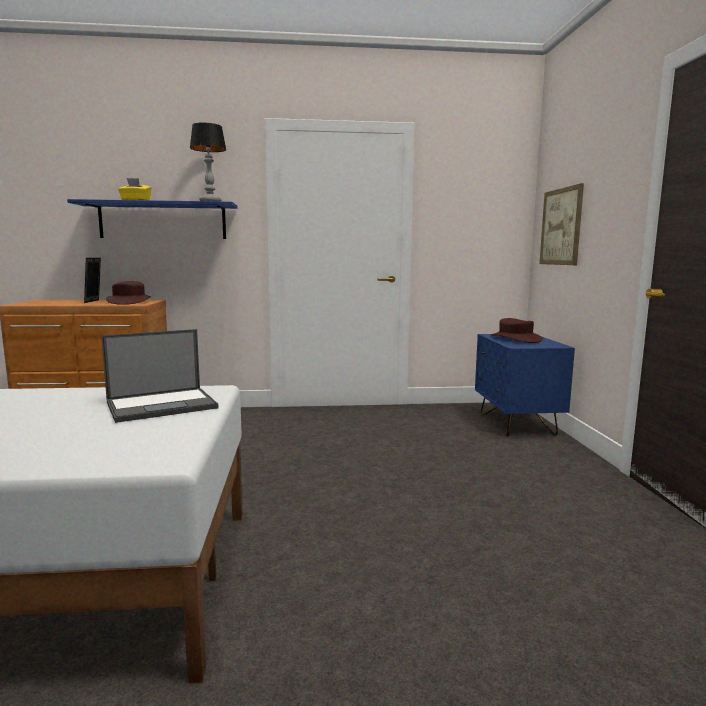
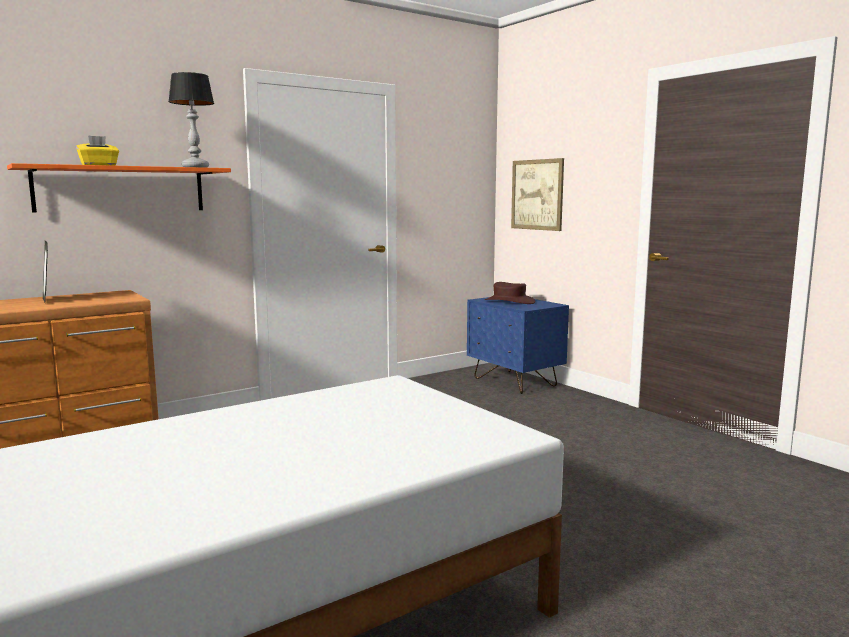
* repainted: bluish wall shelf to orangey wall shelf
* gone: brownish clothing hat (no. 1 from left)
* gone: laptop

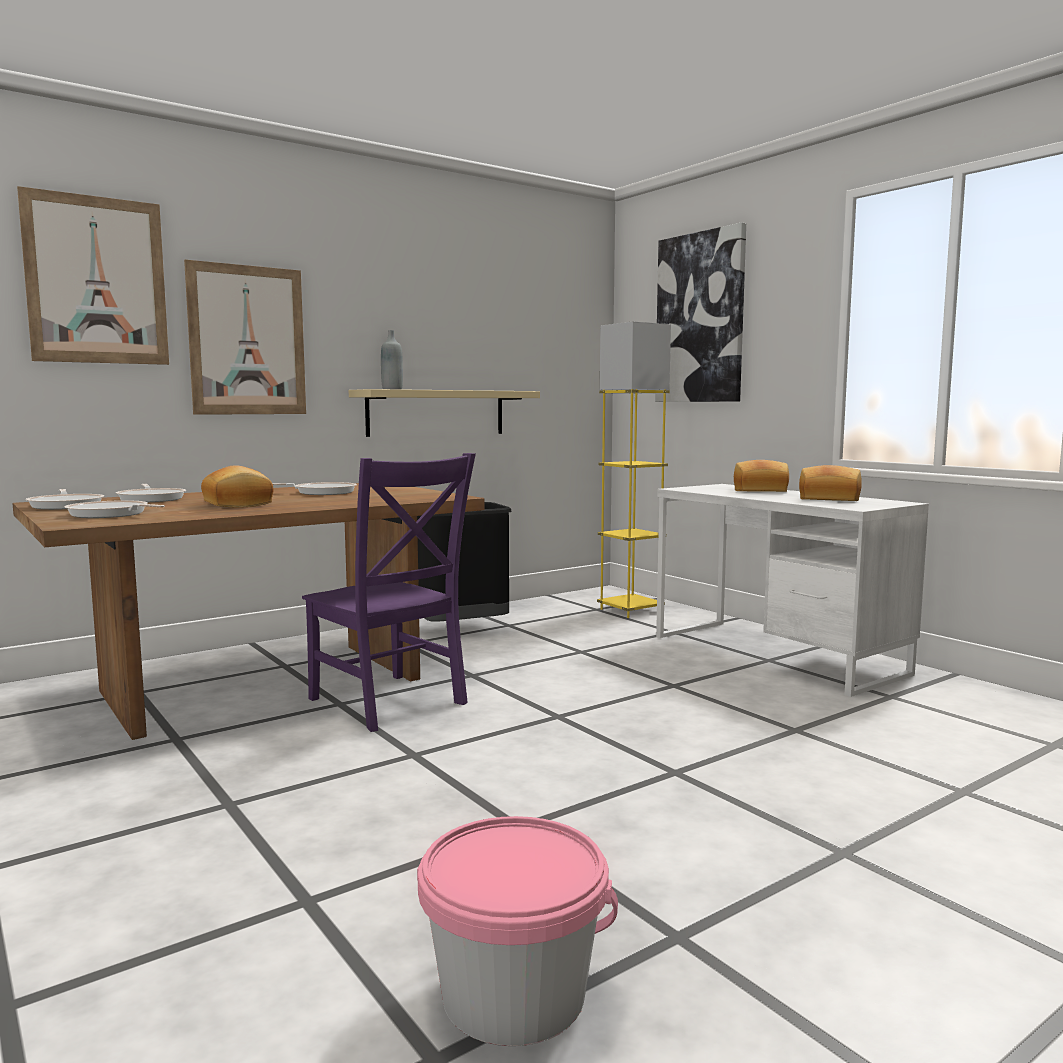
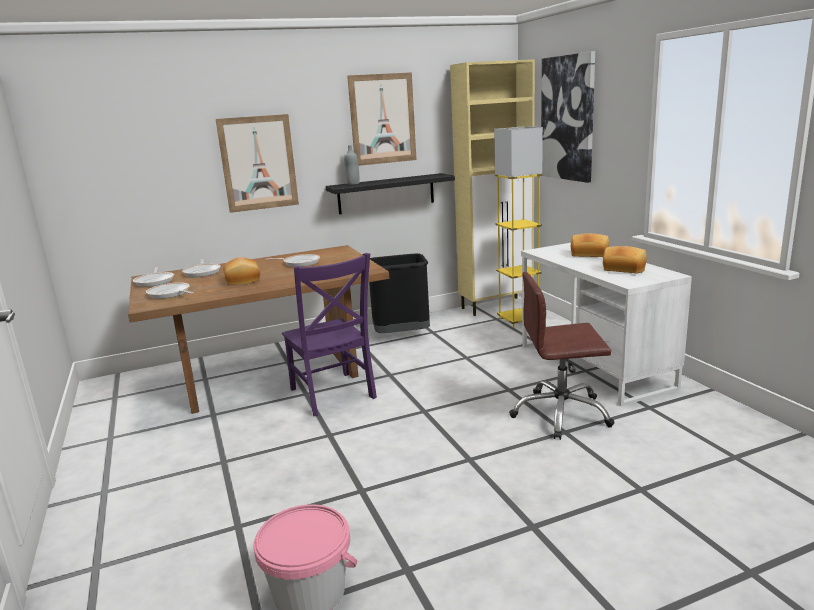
* shifted: wall picture (no. 1 from left in the first image) to wall picture (no. 2 from left)
* repainted: sand-coloured wall shelf to blackish wall shelf
* new: sand-coloured storage cabinet
* new: brownish computer chair

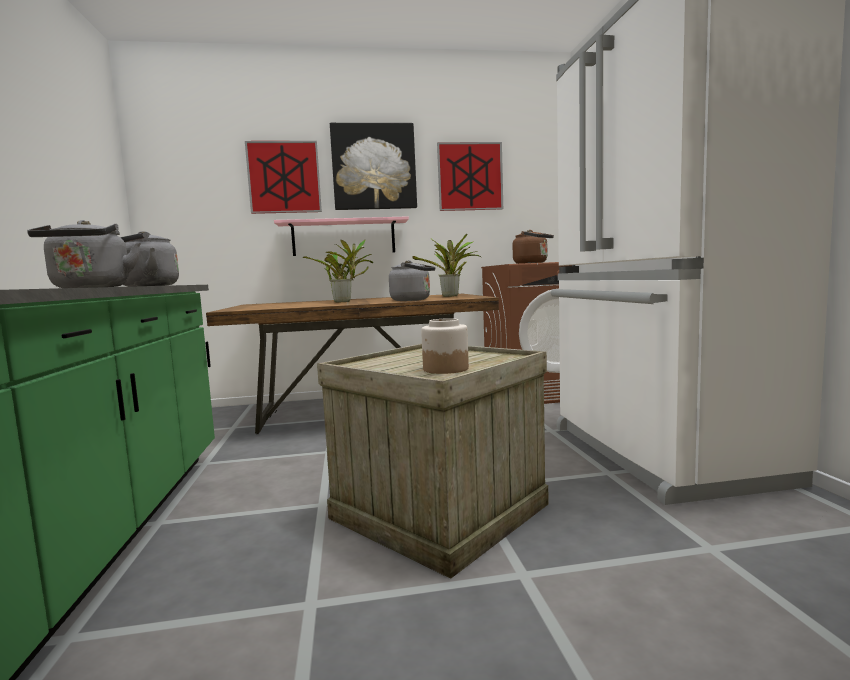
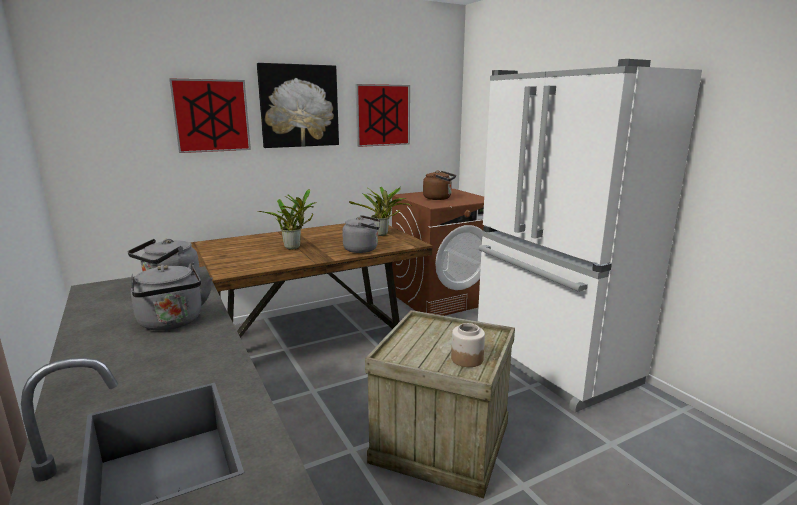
* gone: pink wall shelf

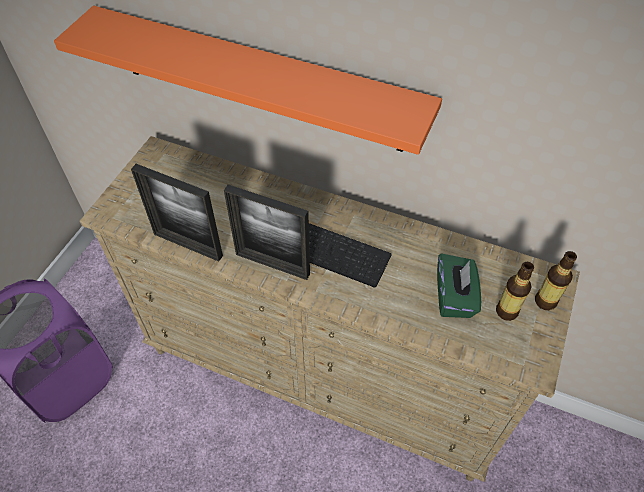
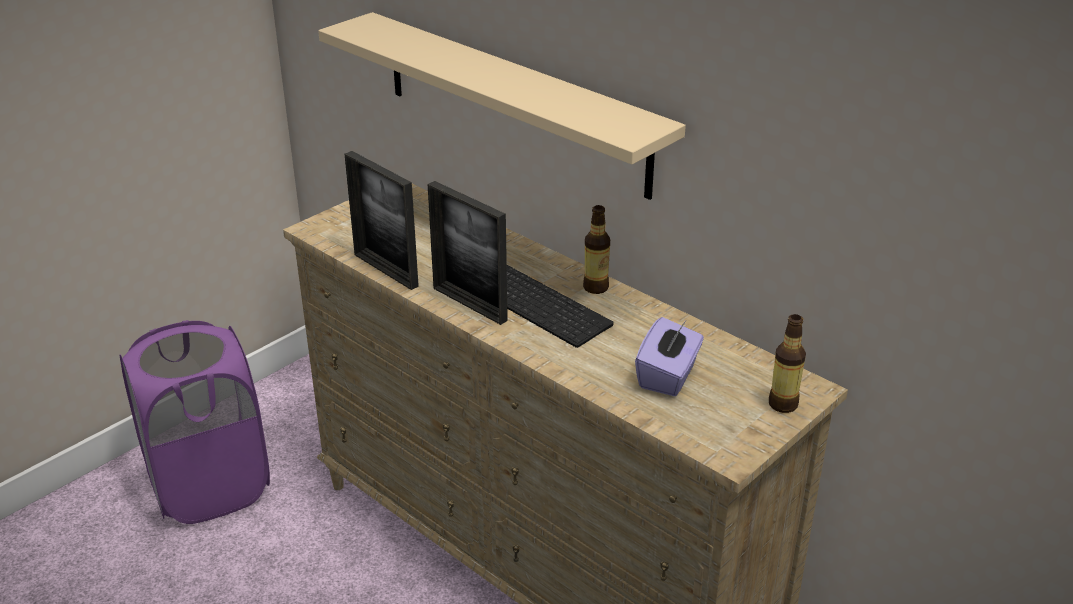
* repainted: orangey wall shelf to sand-coloured wall shelf
* repainted: greenish box of tissues to purplish box of tissues
* shifted: beverage bottle (no. 1 from left)

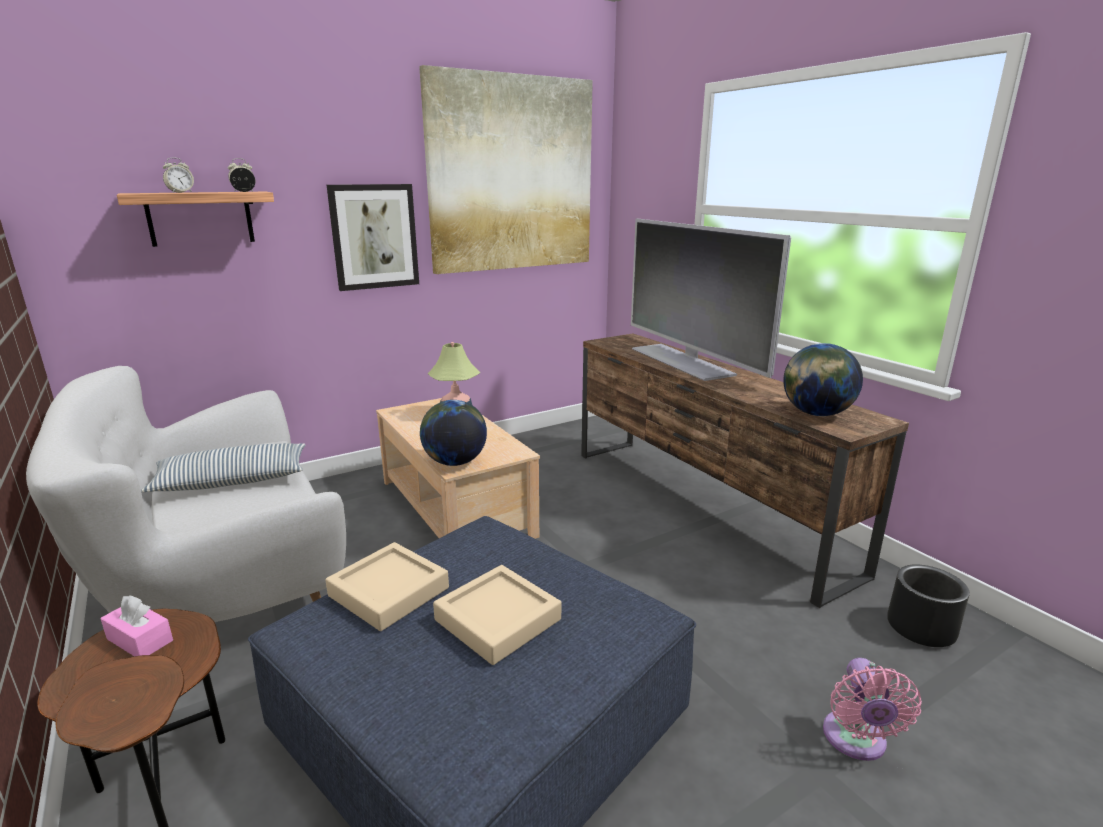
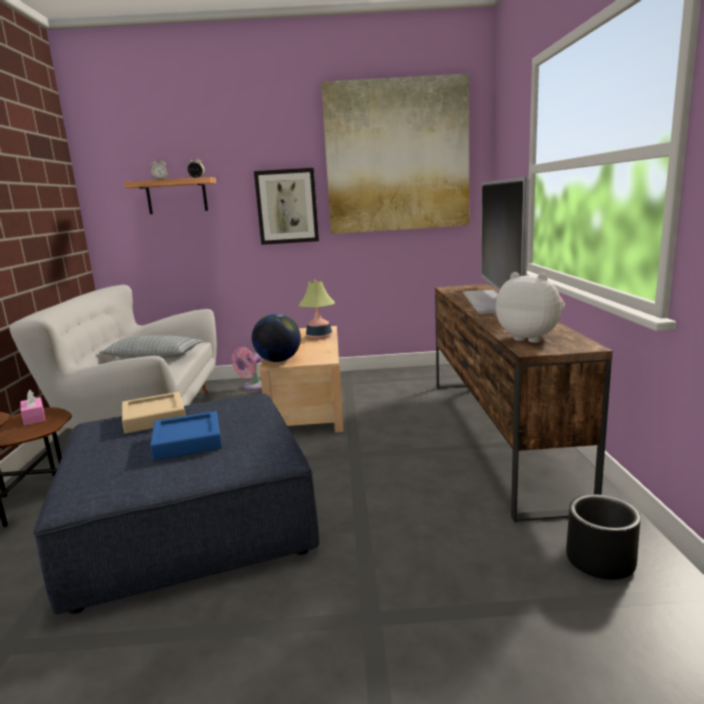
* swapped: desk globe (no. 2 from left) to cuddly toy
* repainted: sand-coloured tray (no. 2 from left) to bluish tray
* shifted: pink fan

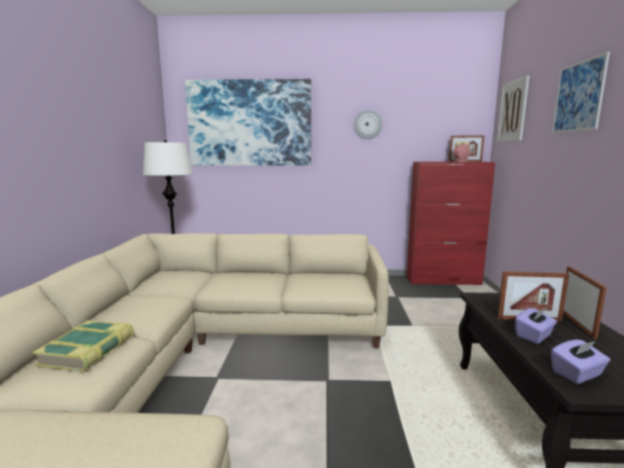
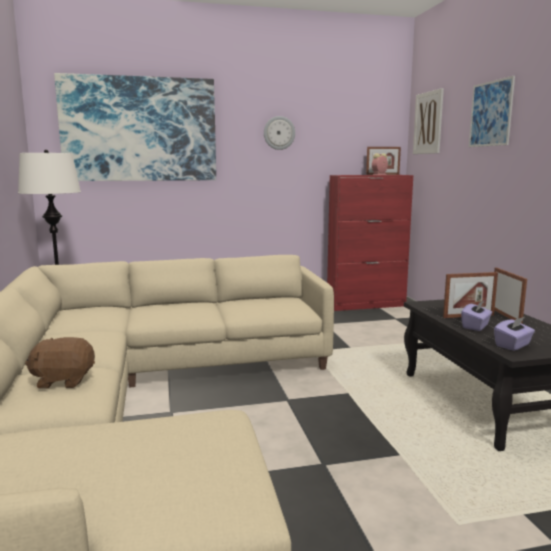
* swapped: volume to brownish cuddly toy

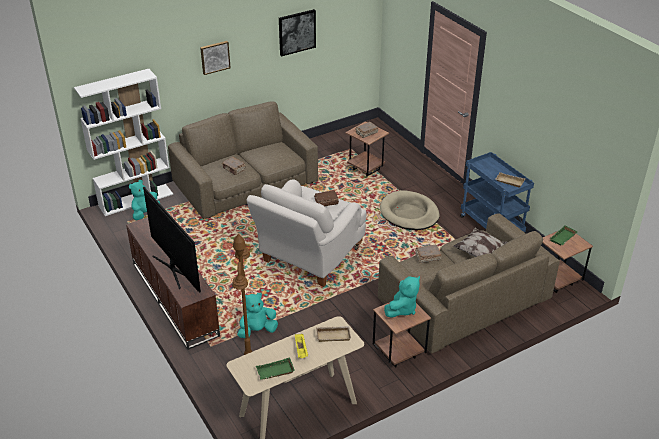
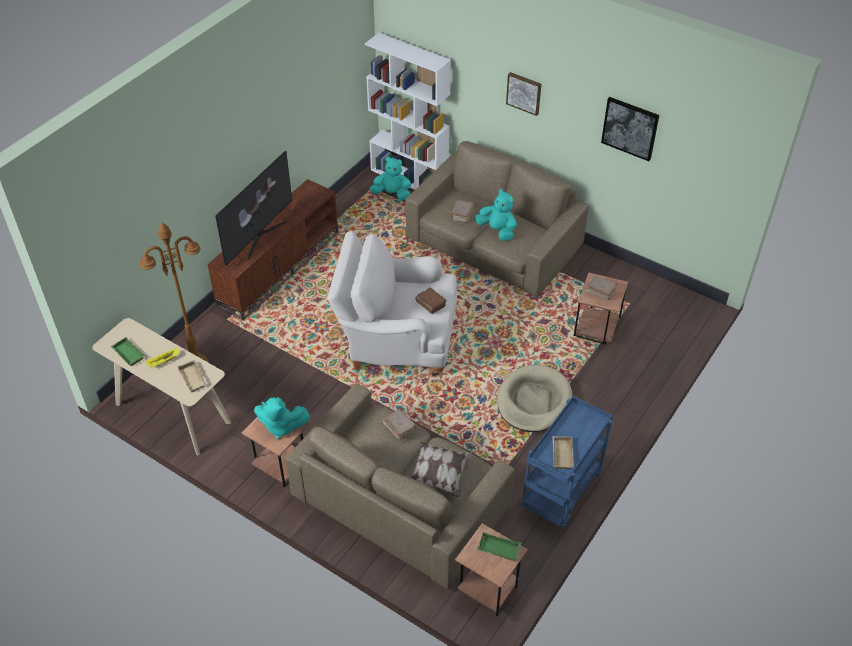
* shifted: turquoise cuddly toy (no. 2 from left in the first image) to turquoise cuddly toy (no. 3 from left)

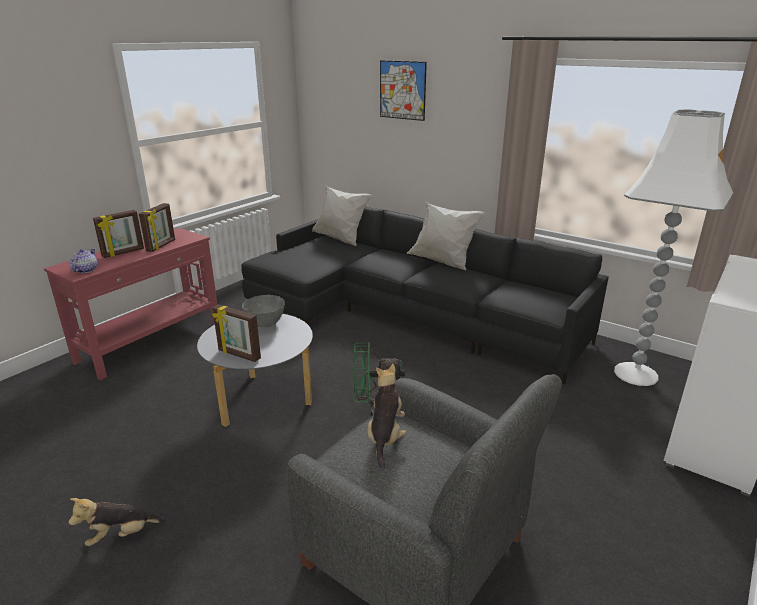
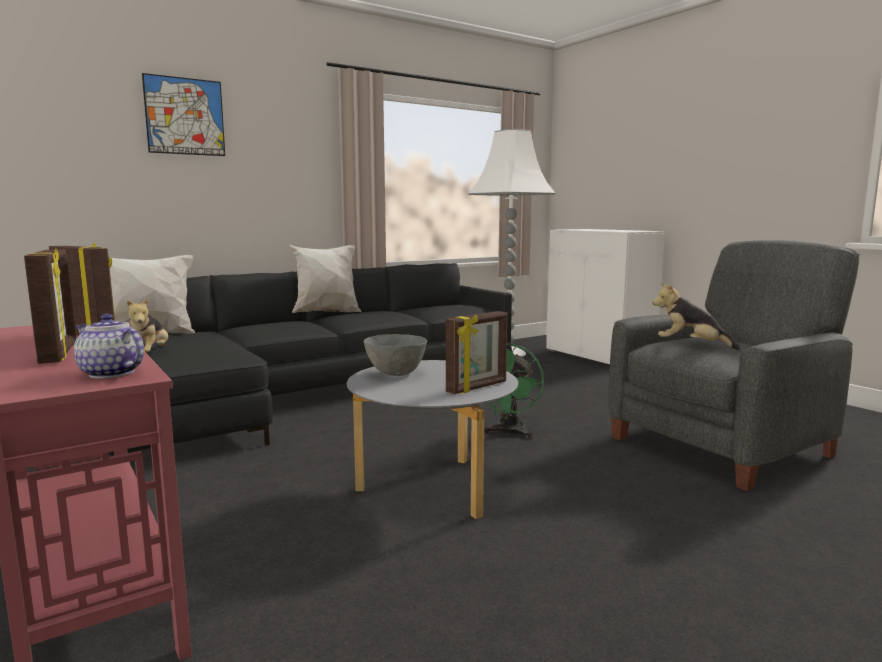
* shifted: cuddly toy (no. 1 from left)

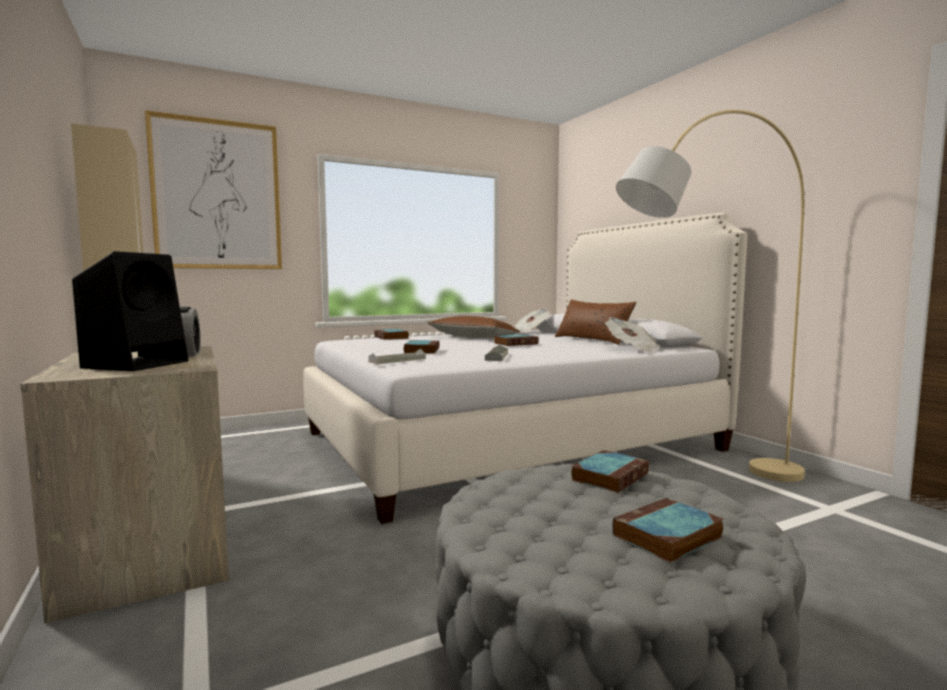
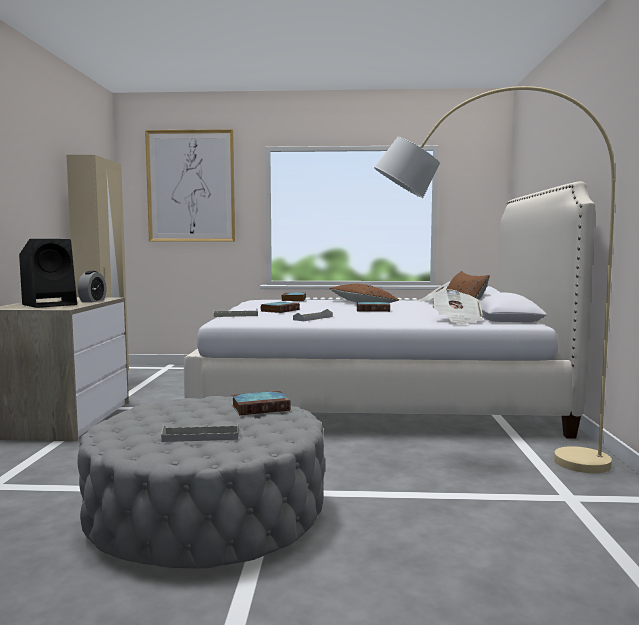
* swapped: volume (no. 5 from left) to grey tray (no. 1 from left)

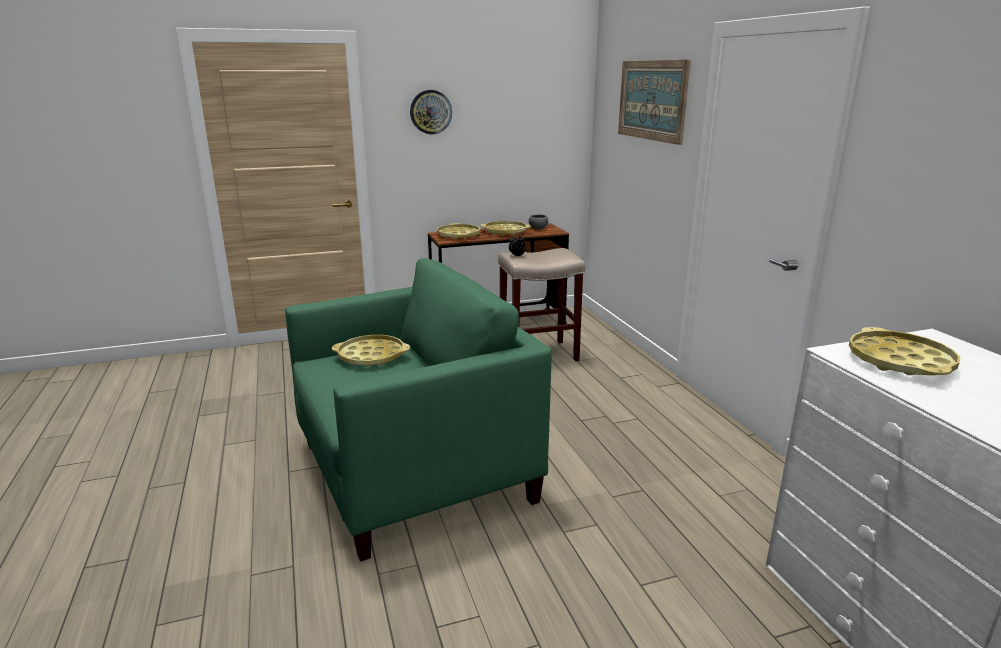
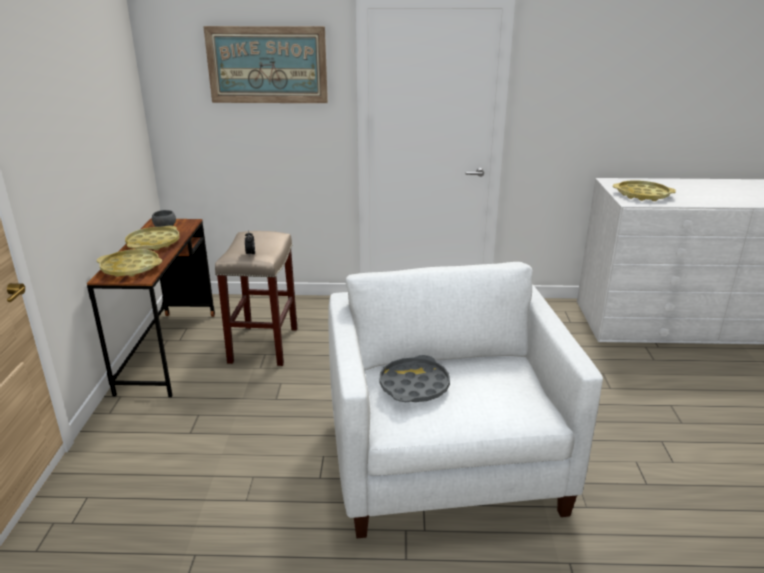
* gone: clock on the wall
* repainted: greenish armchair to white-coloured armchair
* repainted: yellow tray (no. 1 from left) to grey tray

